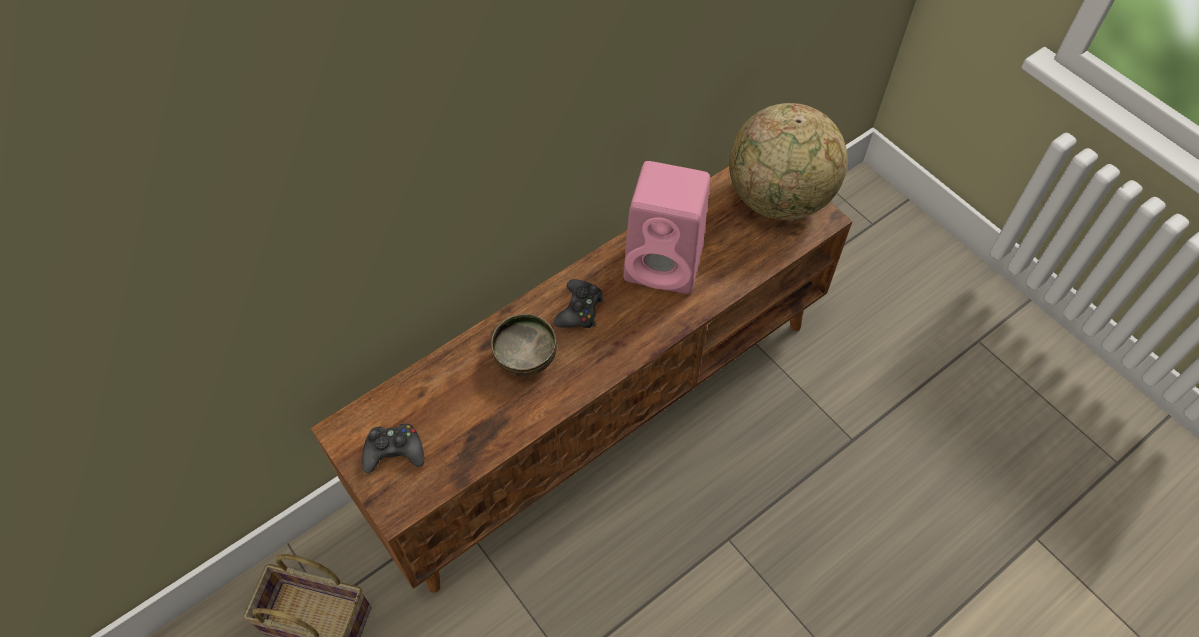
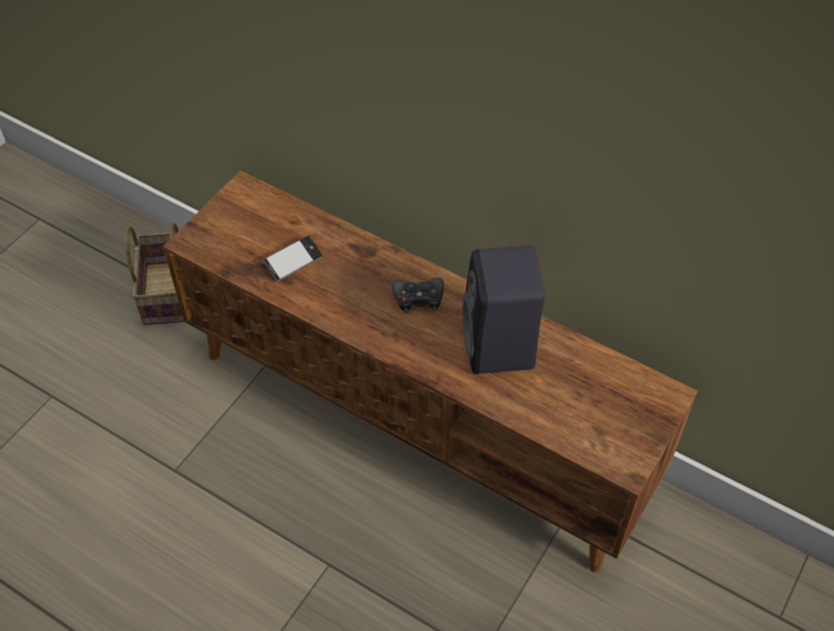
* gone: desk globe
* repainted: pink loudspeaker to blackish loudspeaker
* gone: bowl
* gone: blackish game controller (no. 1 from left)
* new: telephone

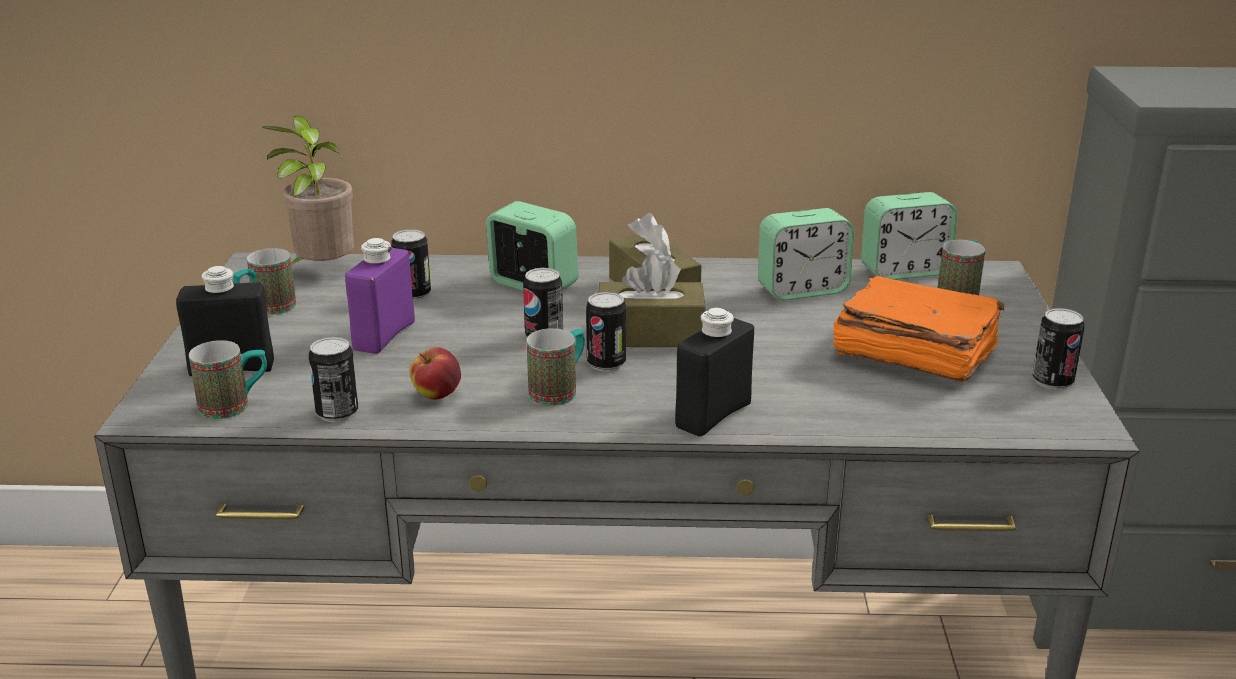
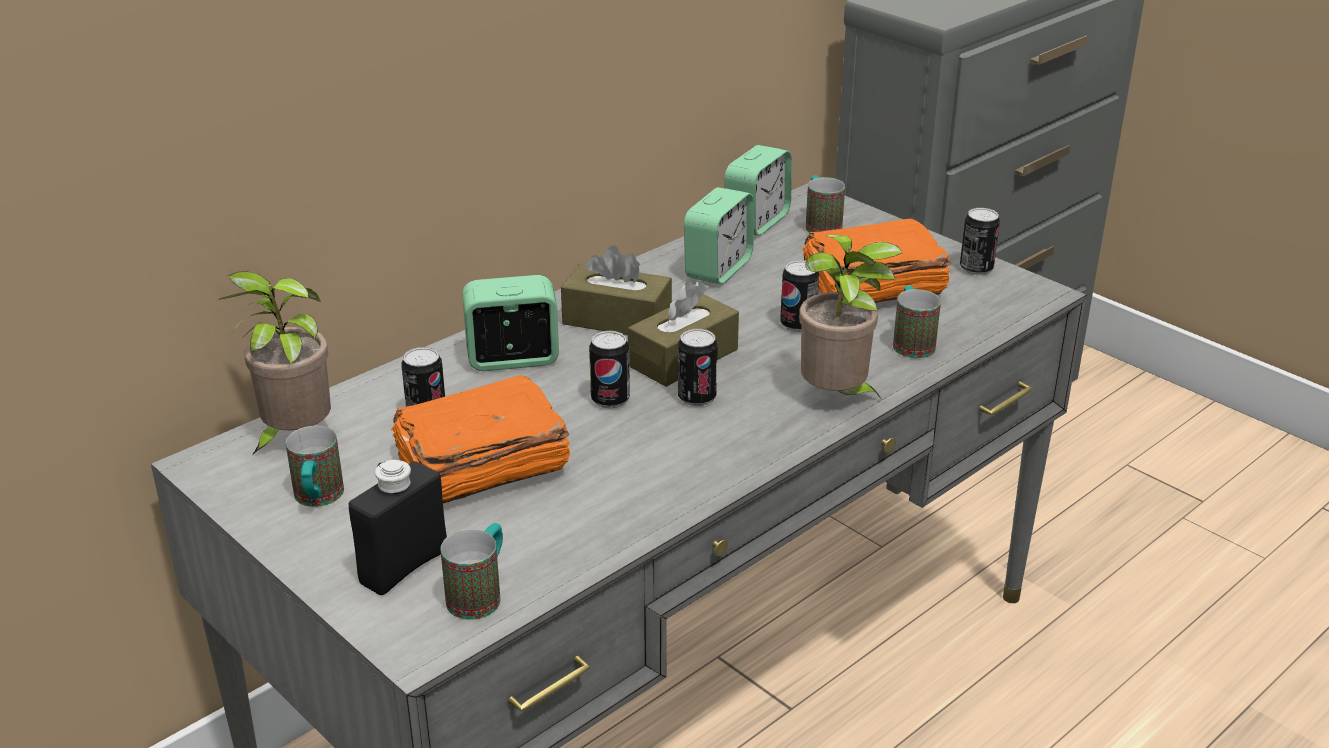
* swapped: purplish beverage bottle to orangey volume (no. 1 from left)
* swapped: blackish beverage bottle (no. 2 from left) to houseplant (no. 2 from left)
* shifted: mug (no. 3 from left in the first image) to mug (no. 4 from left)
* shifted: can (no. 1 from left in the first image) to can (no. 4 from left)
* gone: apple

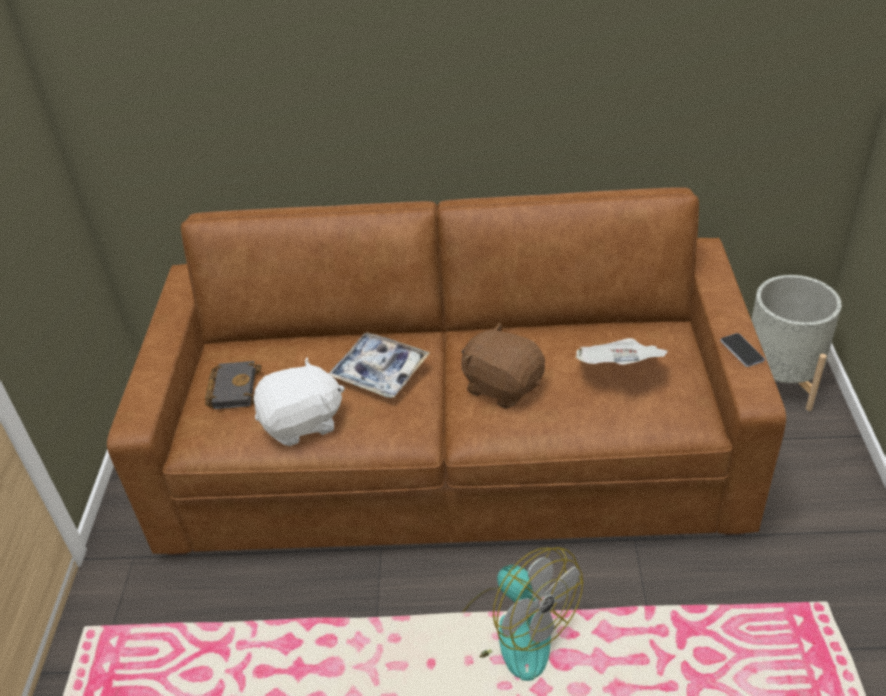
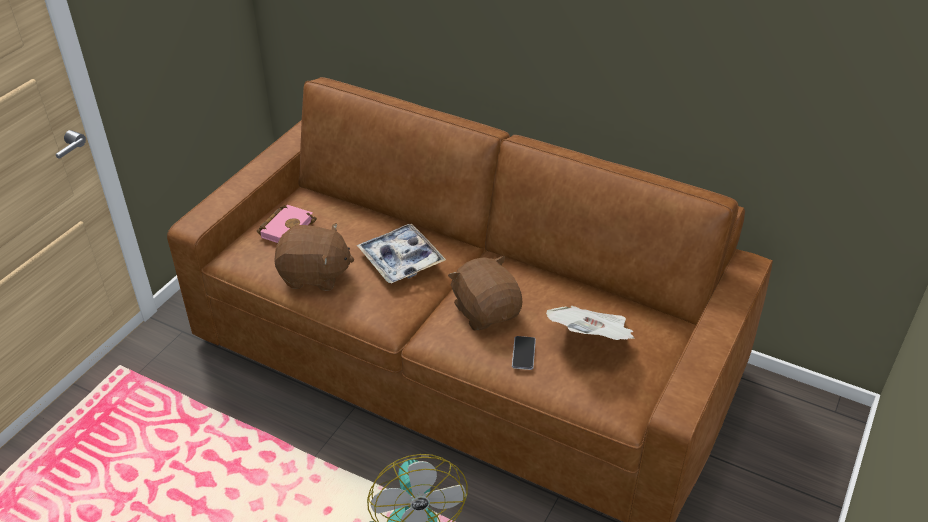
* gone: grey planter
* shifted: telephone
* repainted: white-coloured cuddly toy to brownish cuddly toy (no. 1 from left)
* repainted: blackish volume to pink volume

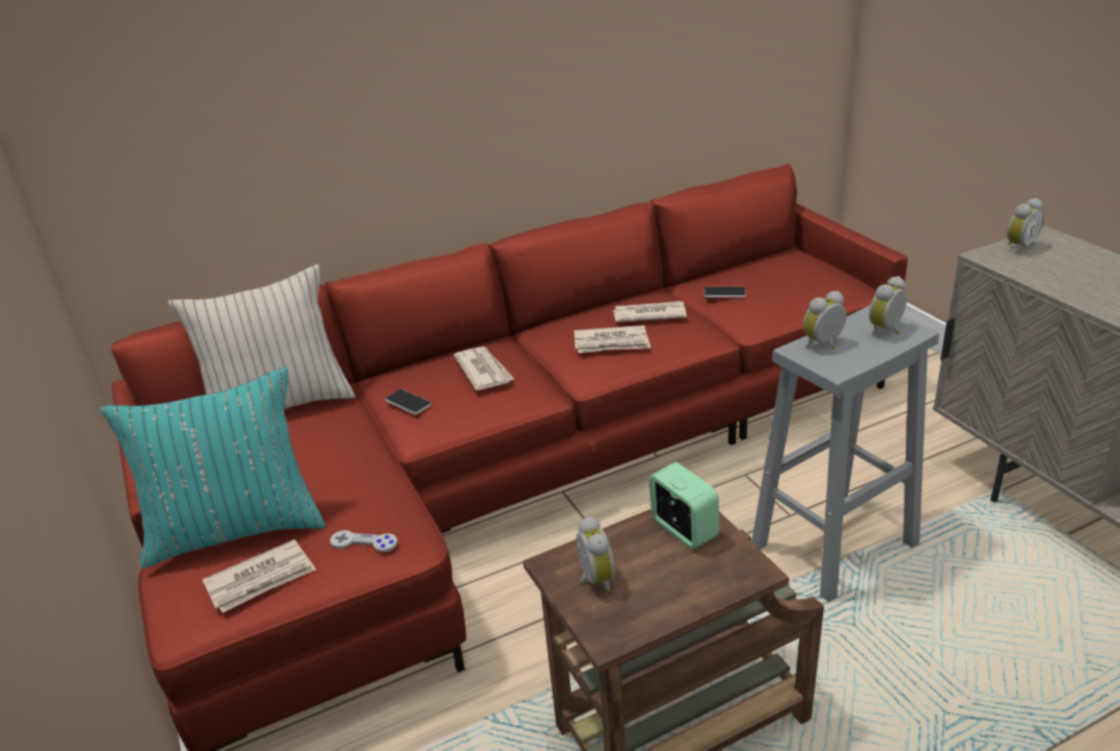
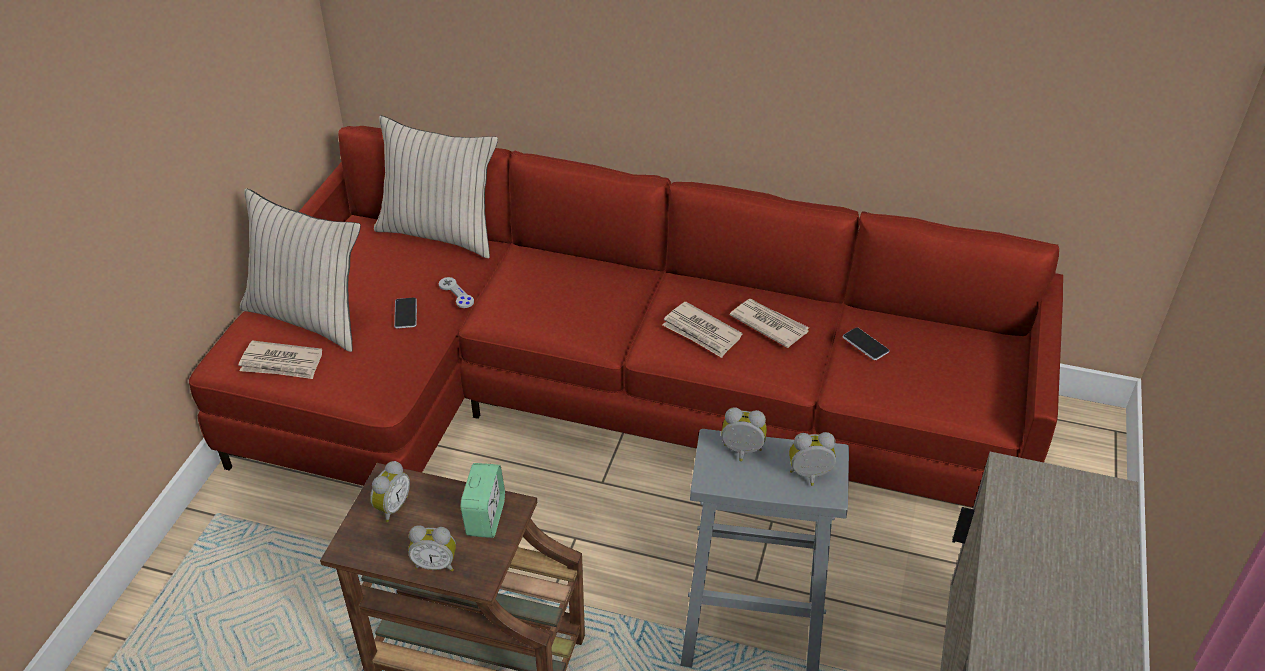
* shifted: table clock (no. 5 from left in the first image) to table clock (no. 2 from left)
* gone: newspaper (no. 2 from left)
* repainted: turquoise pillow to sand-coloured pillow (no. 1 from left)
* shifted: telephone (no. 1 from left)
* shifted: grey game controller

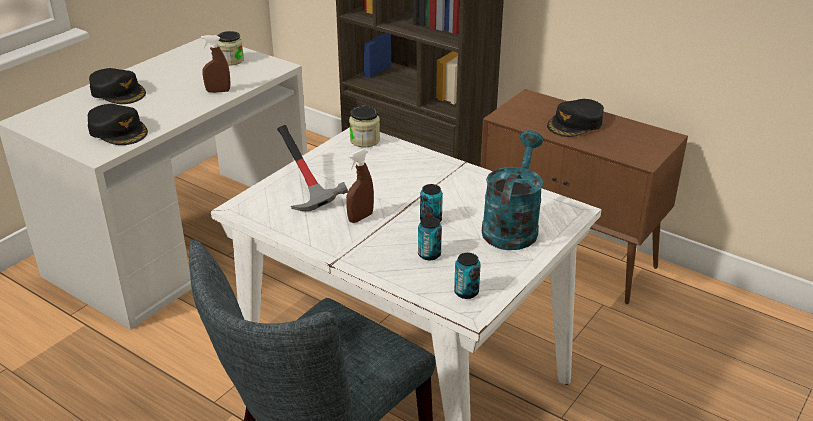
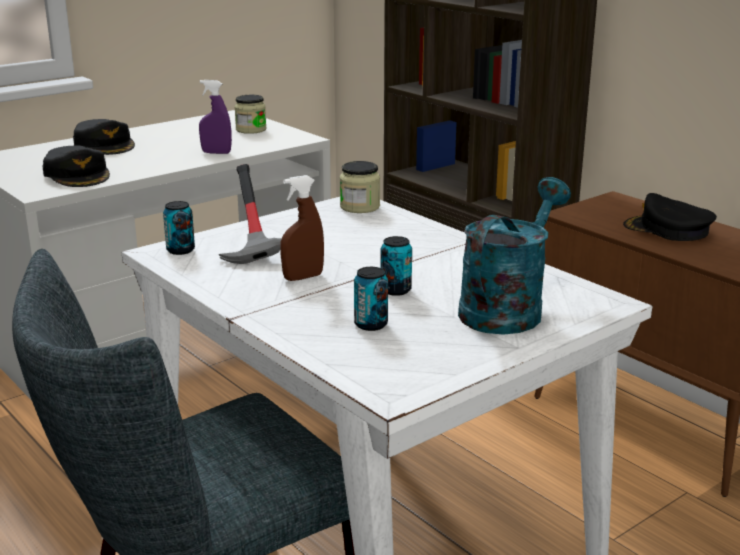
* repainted: brownish spray bottle (no. 1 from left) to purplish spray bottle
* rotated: blackish peaked cap (no. 3 from left) 60 degrees clockwise
* shifted: can (no. 3 from left in the first image) to can (no. 1 from left)

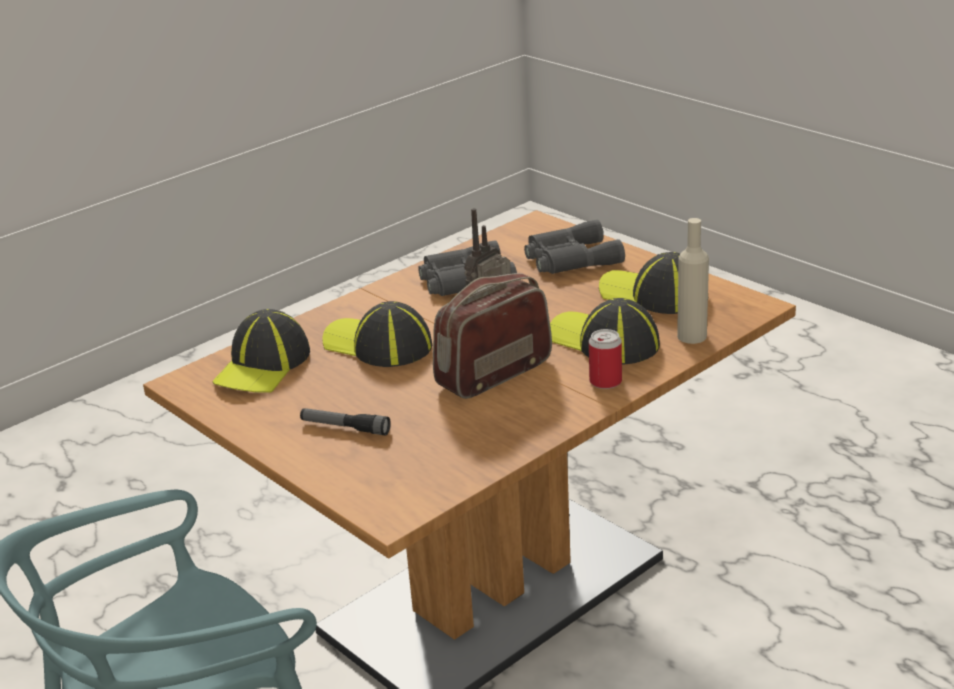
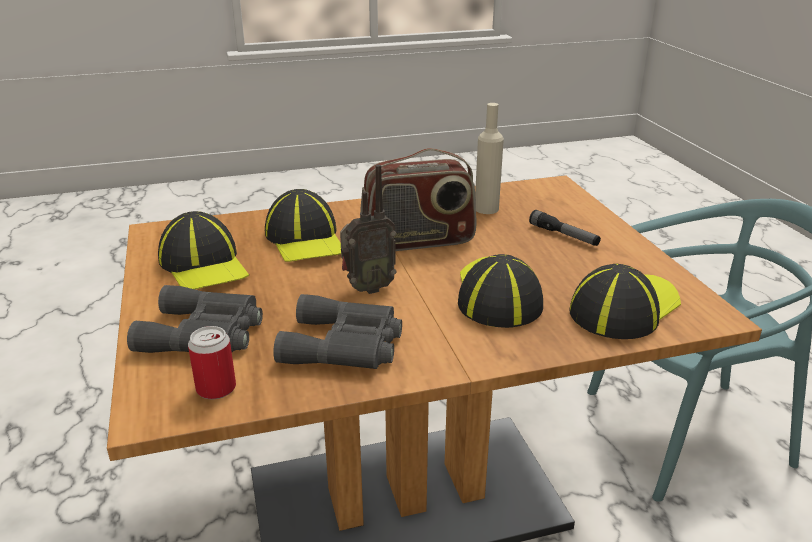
* shifted: sand-coloured beverage bottle
* rotated: peaked cap (no. 2 from left in the first image) 150 degrees counterclockwise
* shifted: can

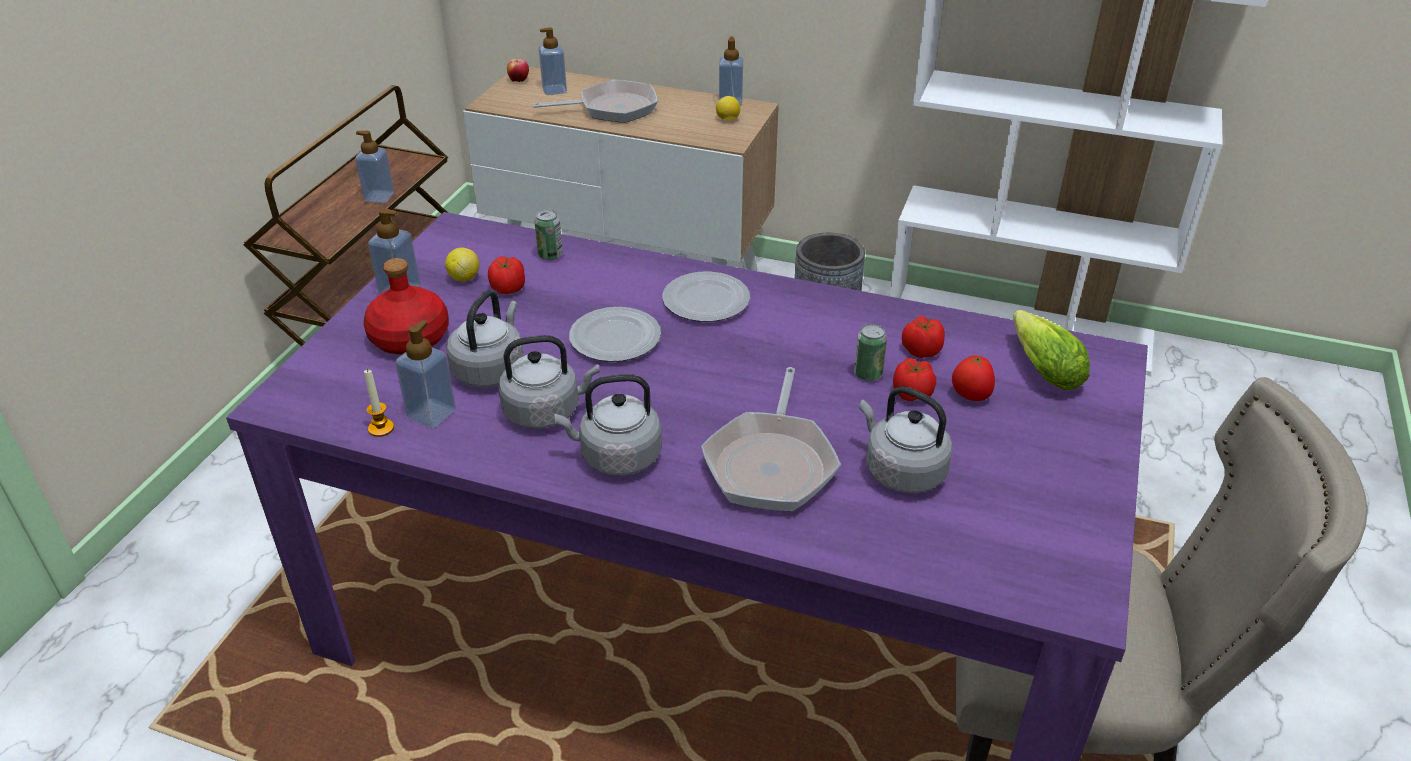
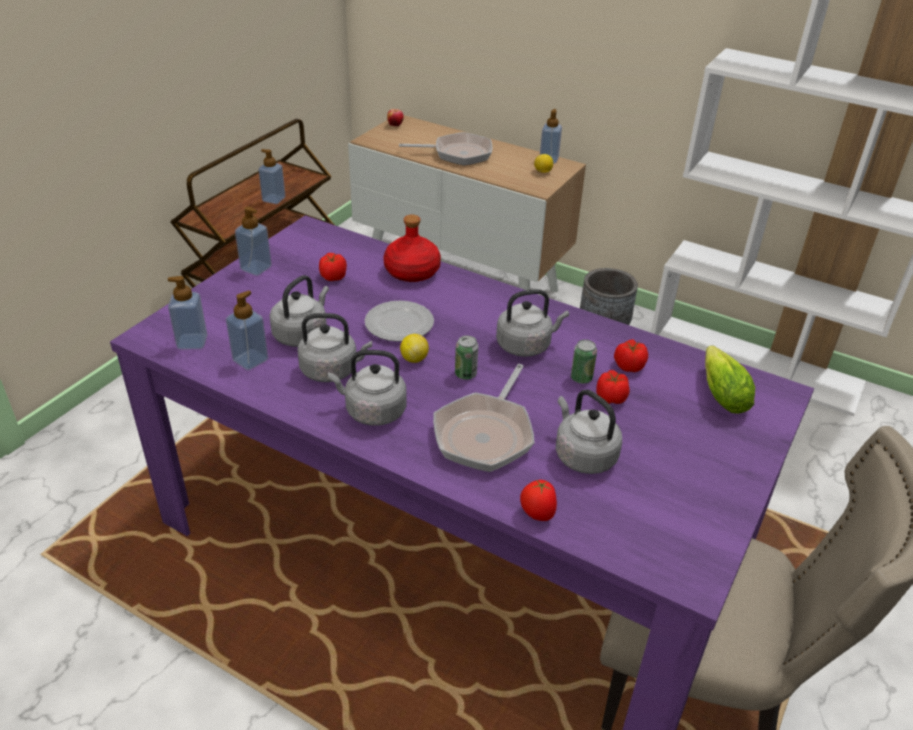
* shifted: soap dispenser (no. 4 from left in the first image) to soap dispenser (no. 1 from left)
* shifted: can (no. 1 from left)
* shifted: citrus fruit (no. 1 from left)
* shifted: red beverage bottle
* gone: flat dish (no. 2 from left)
* shifted: whole tomato (no. 4 from left in the first image) to whole tomato (no. 2 from left)
* gone: candle
* new: grey kettle (no. 4 from left)

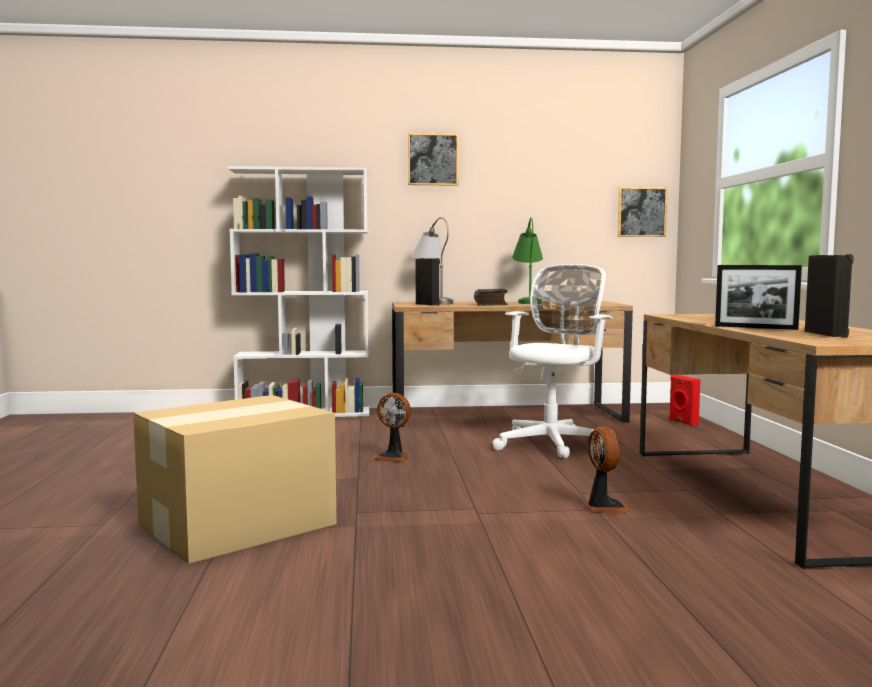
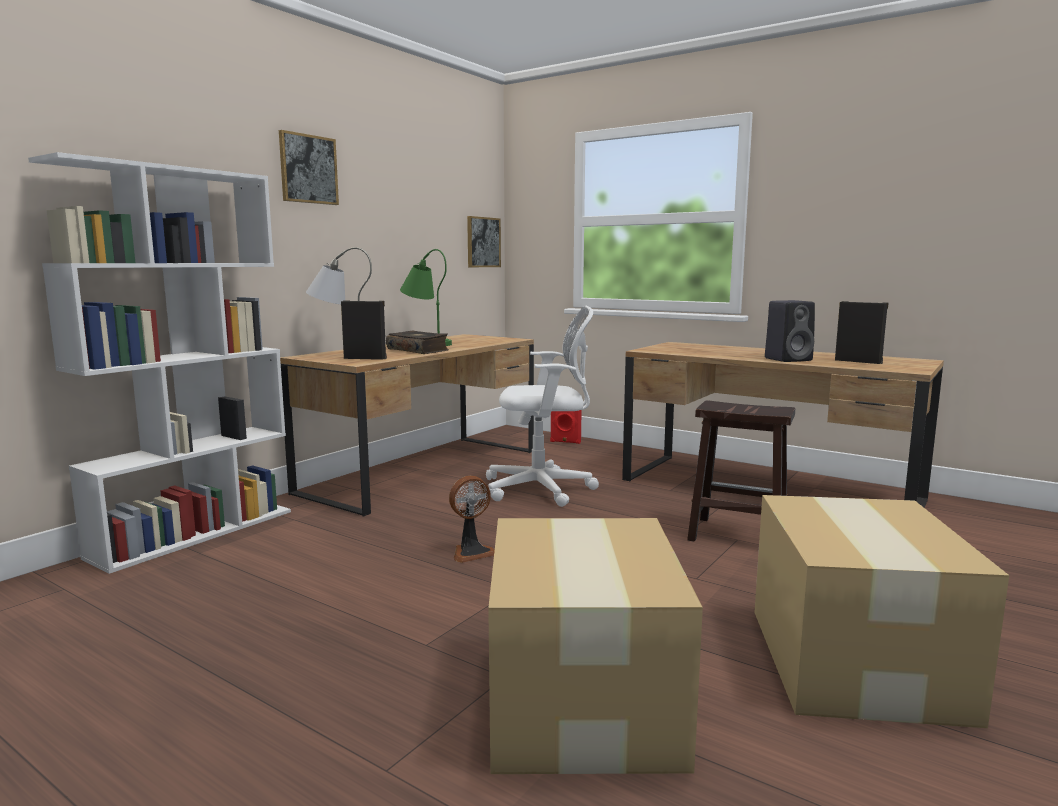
* rotated: white-coloured computer chair 105 degrees clockwise
* swapped: picture frame to blackish loudspeaker (no. 2 from left)
* swapped: fan (no. 2 from left) to brownish sitting stool
* new: cardboard box (no. 2 from left)

